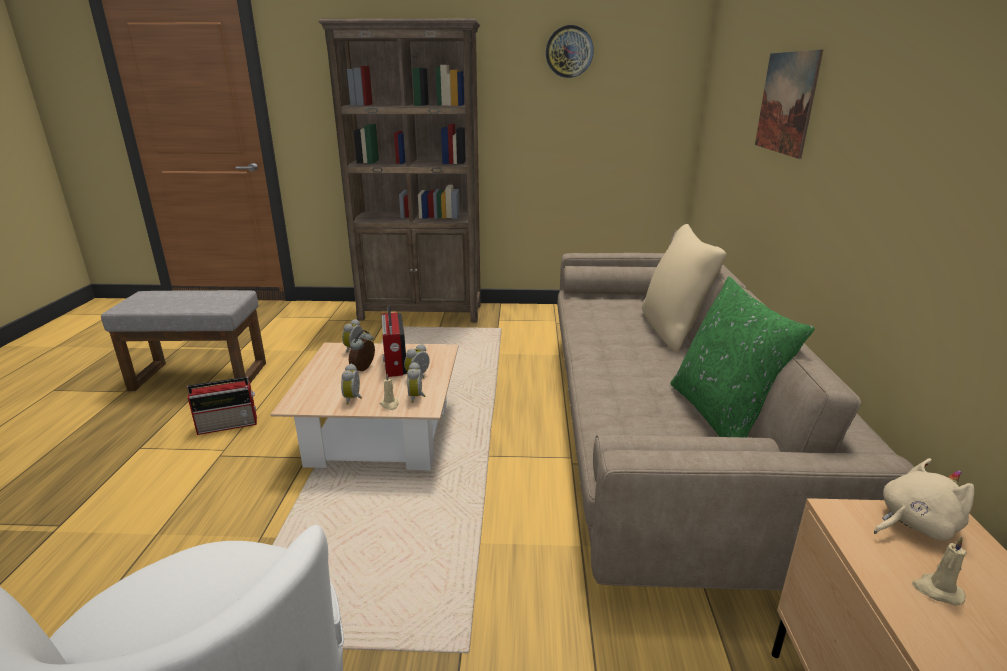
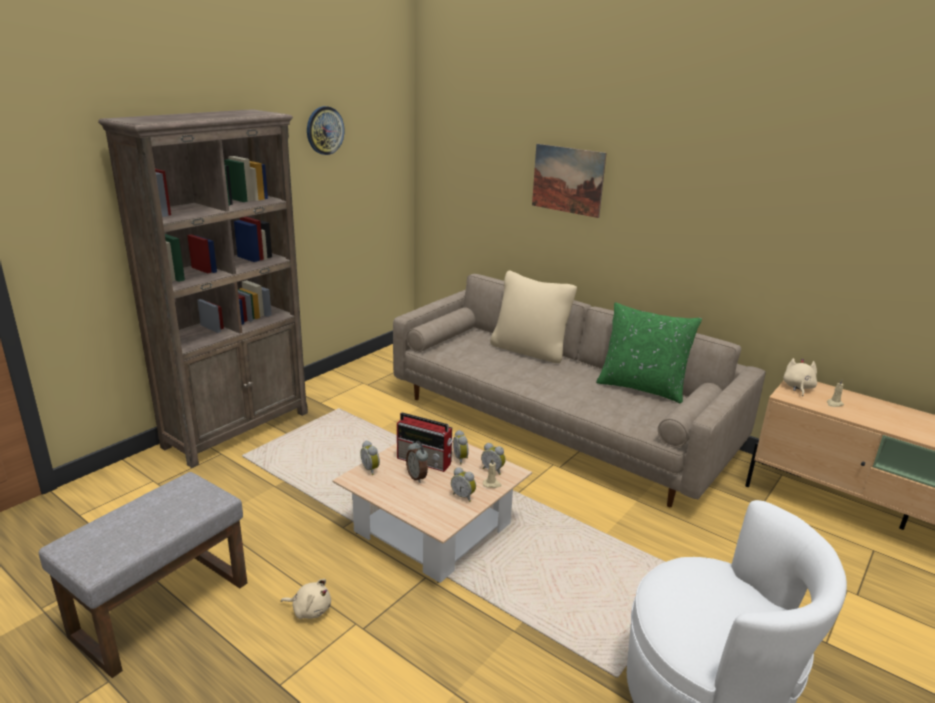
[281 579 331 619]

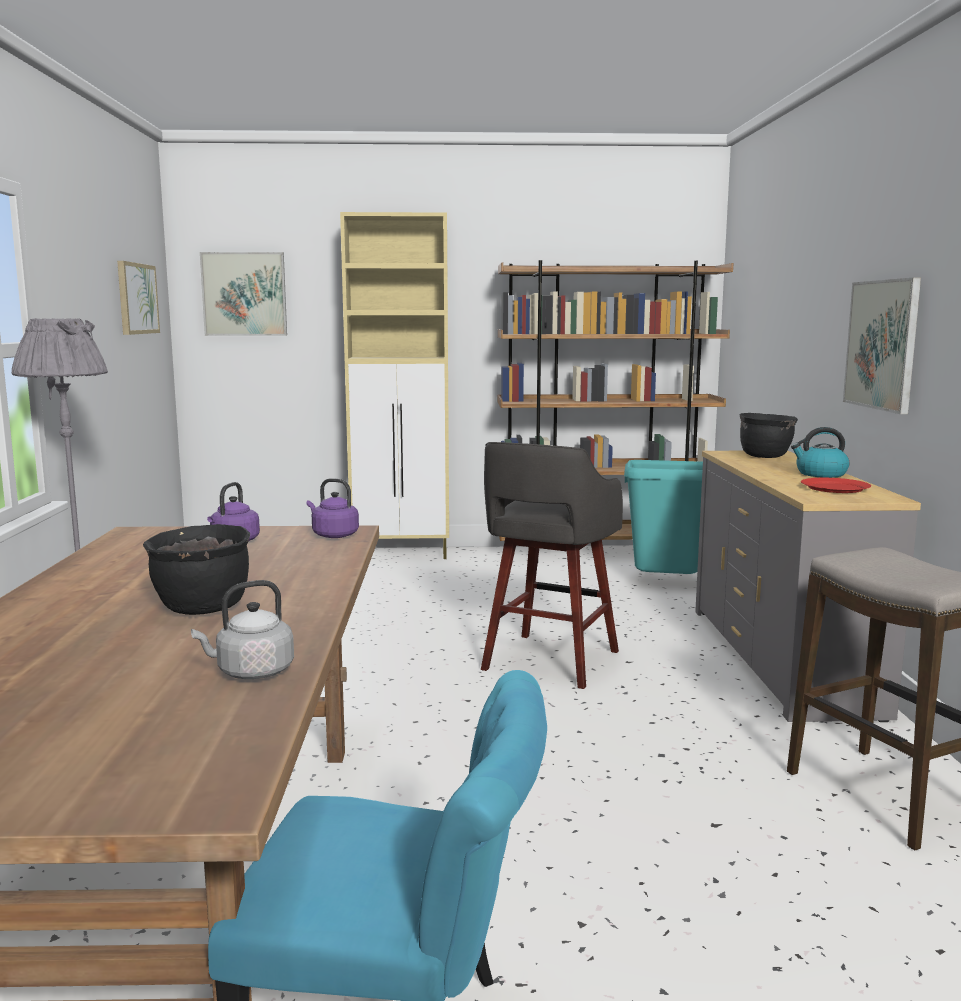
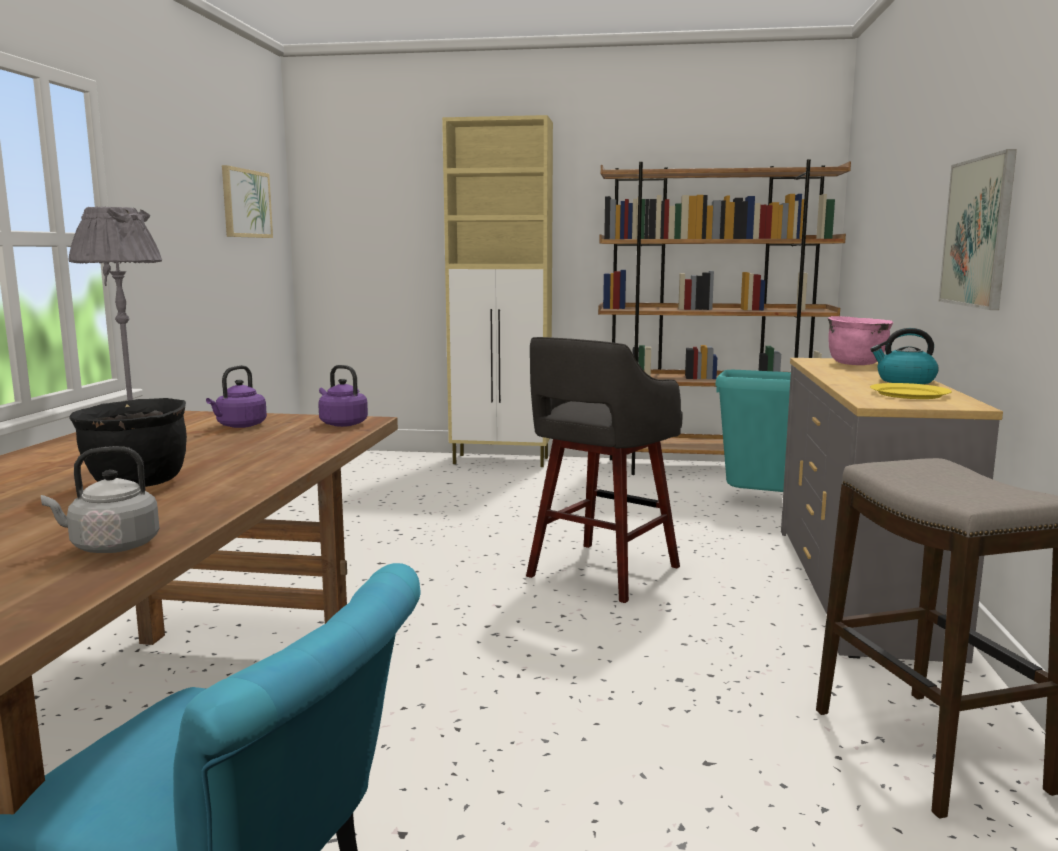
[200 252 287 336] (first image)
[828 316 893 365]
[870 383 952 399]

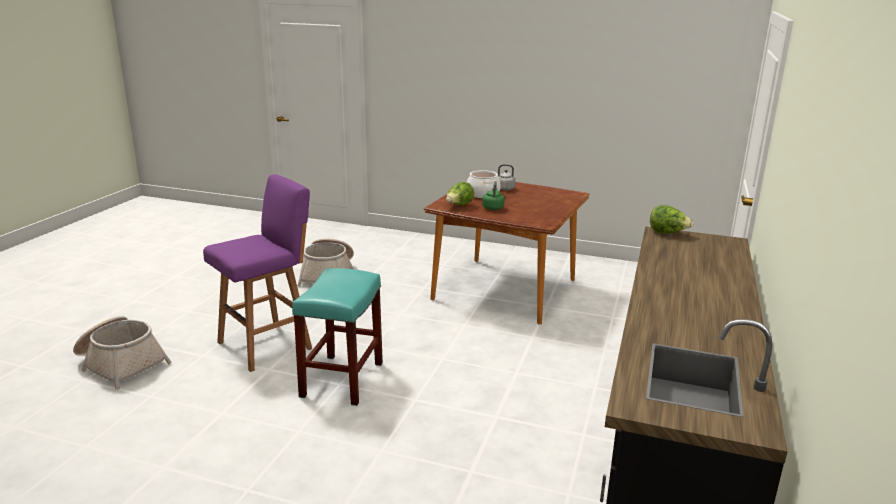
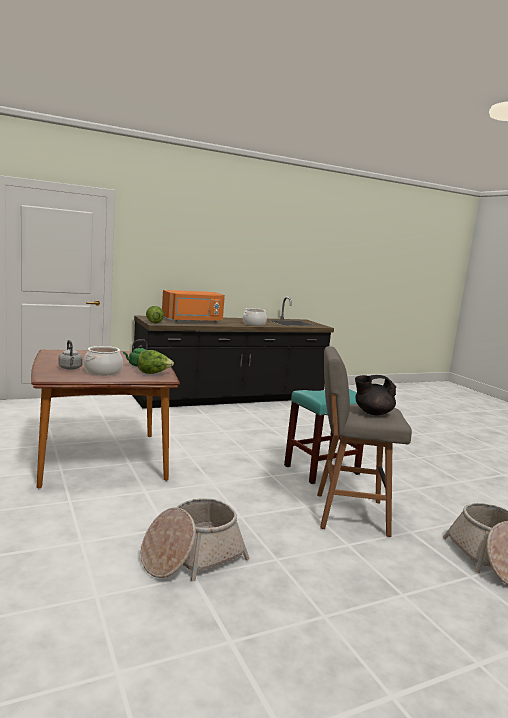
[162 290 225 323]
[242 308 267 326]
[355 375 396 415]
[317 346 412 537]

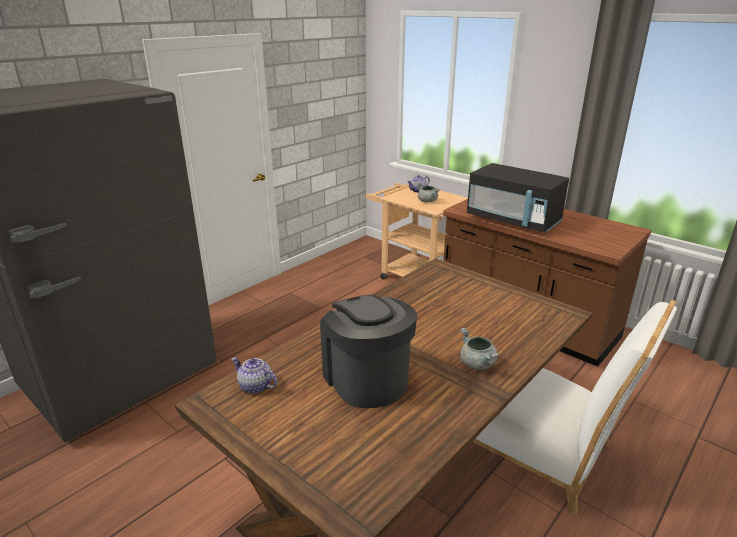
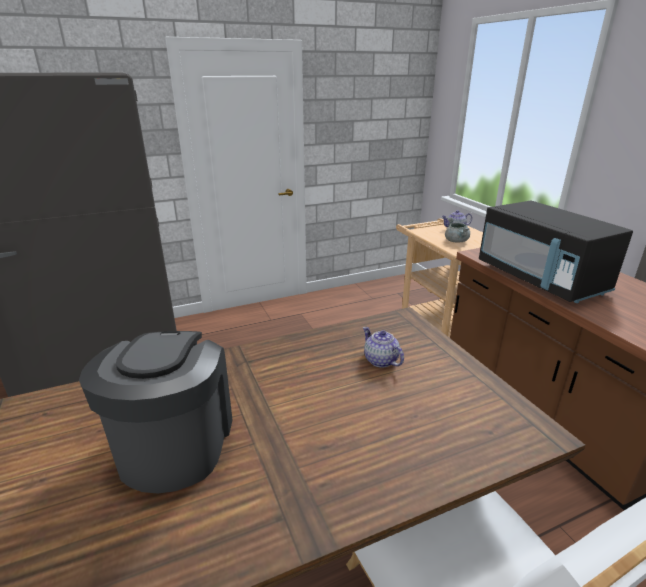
[460 328 500 370] (first image)
[363 327 404 368]

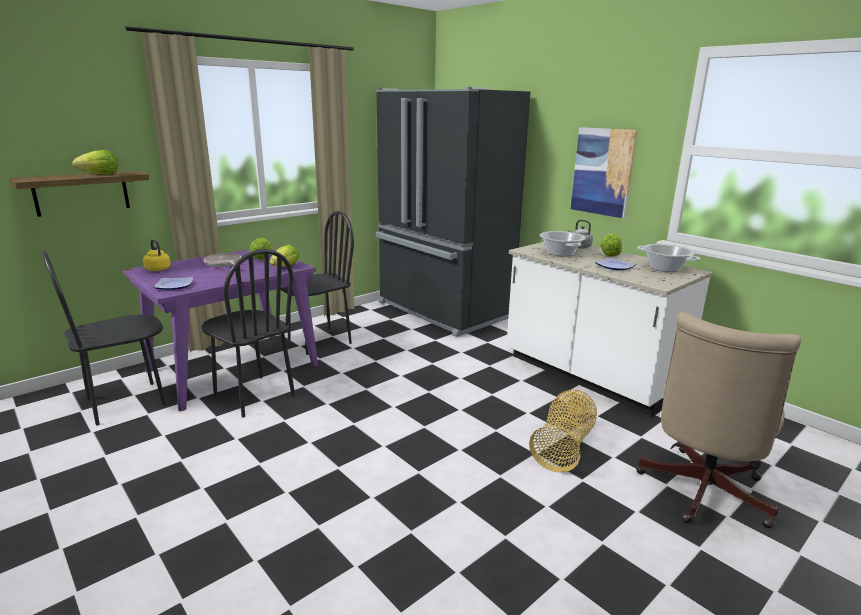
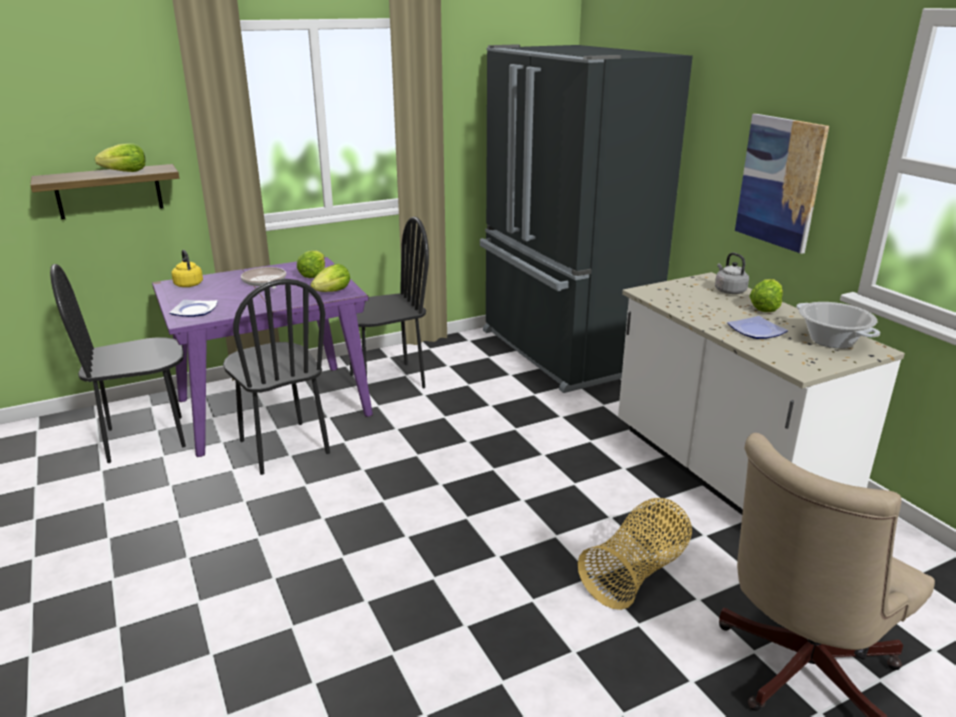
[540 231 586 256] (first image)

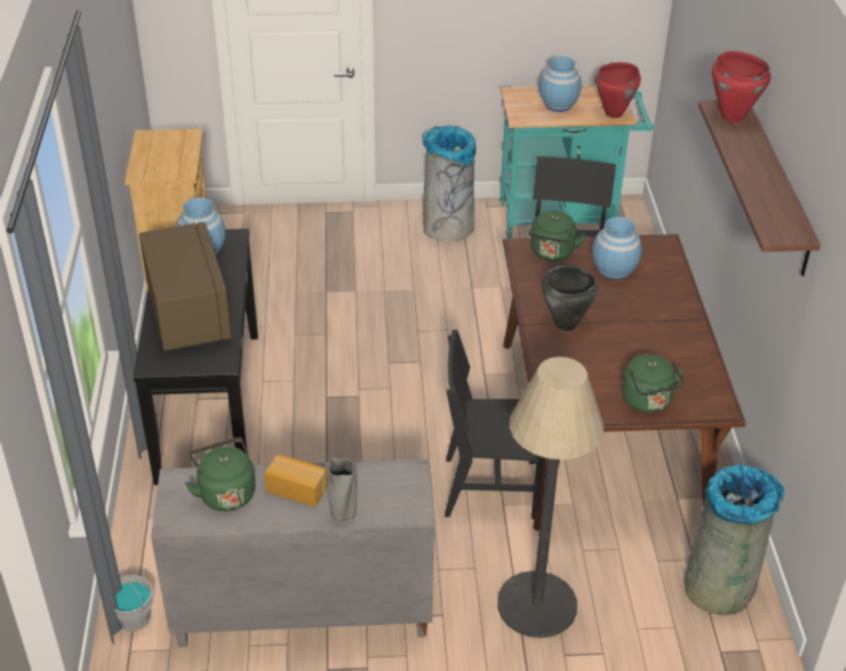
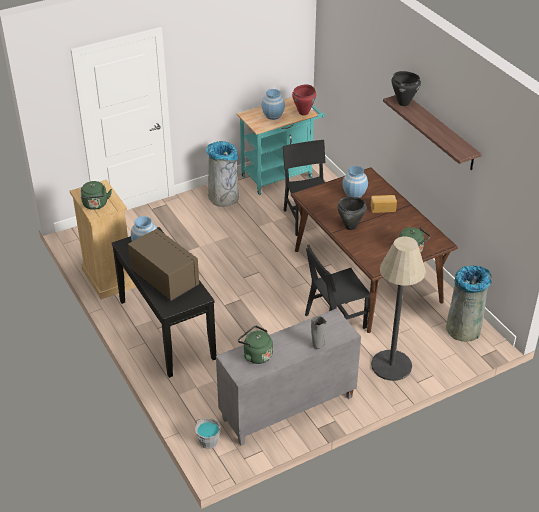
[371 195 397 213]
[81 181 112 210]
[392 71 421 106]

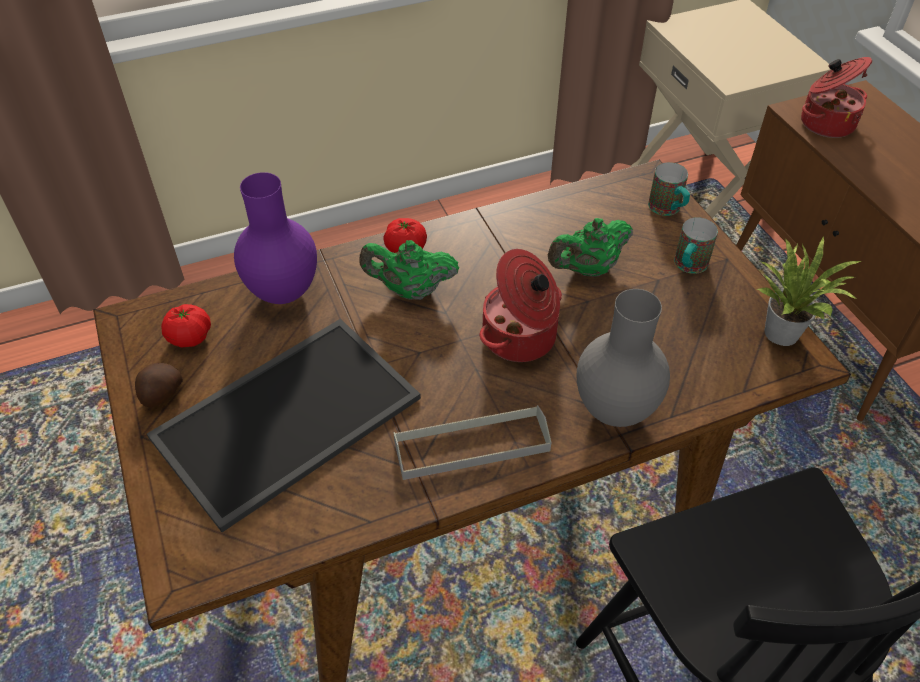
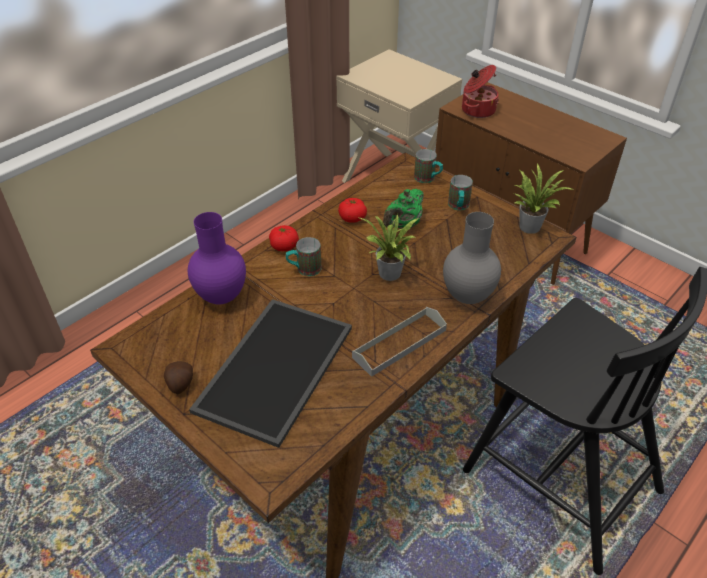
[338 198 367 223]
[286 237 322 276]
[360 213 419 281]

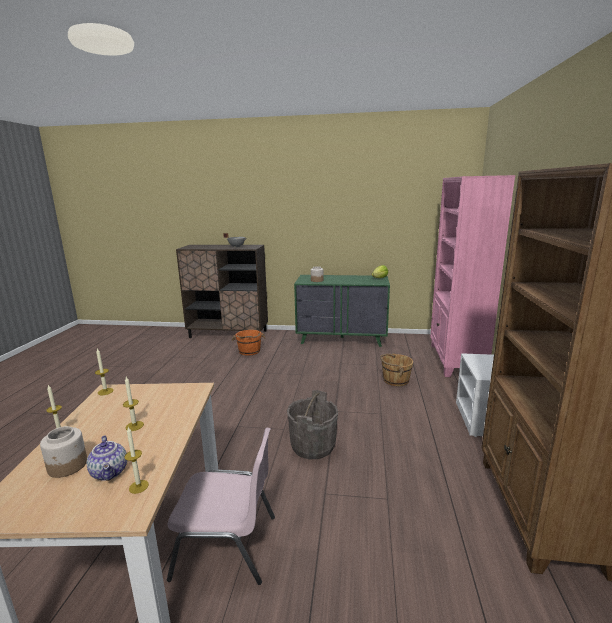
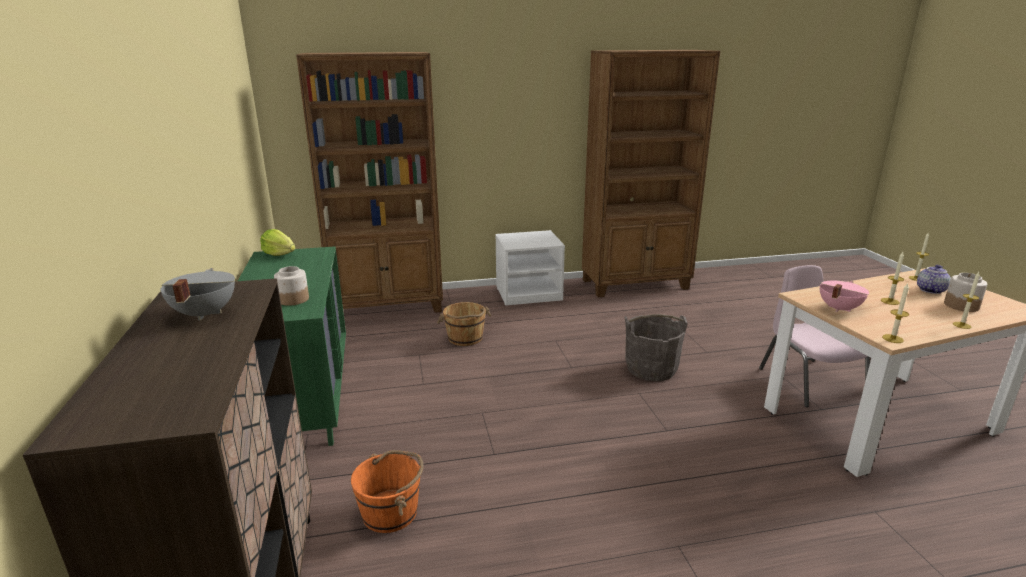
[820 280 869 312]
[296 52 443 313]

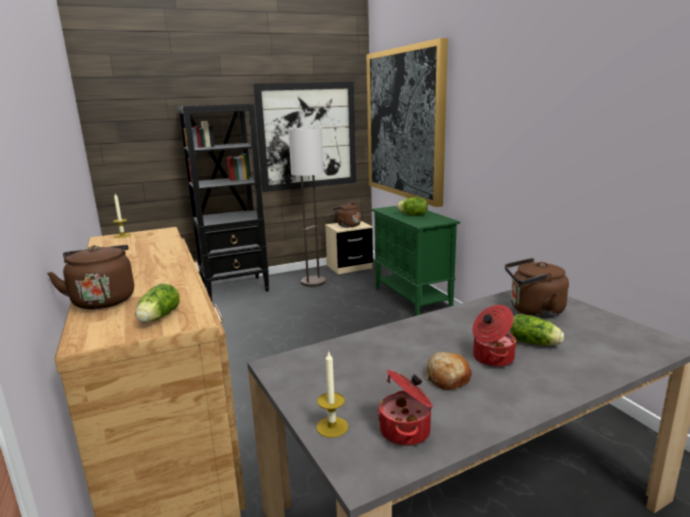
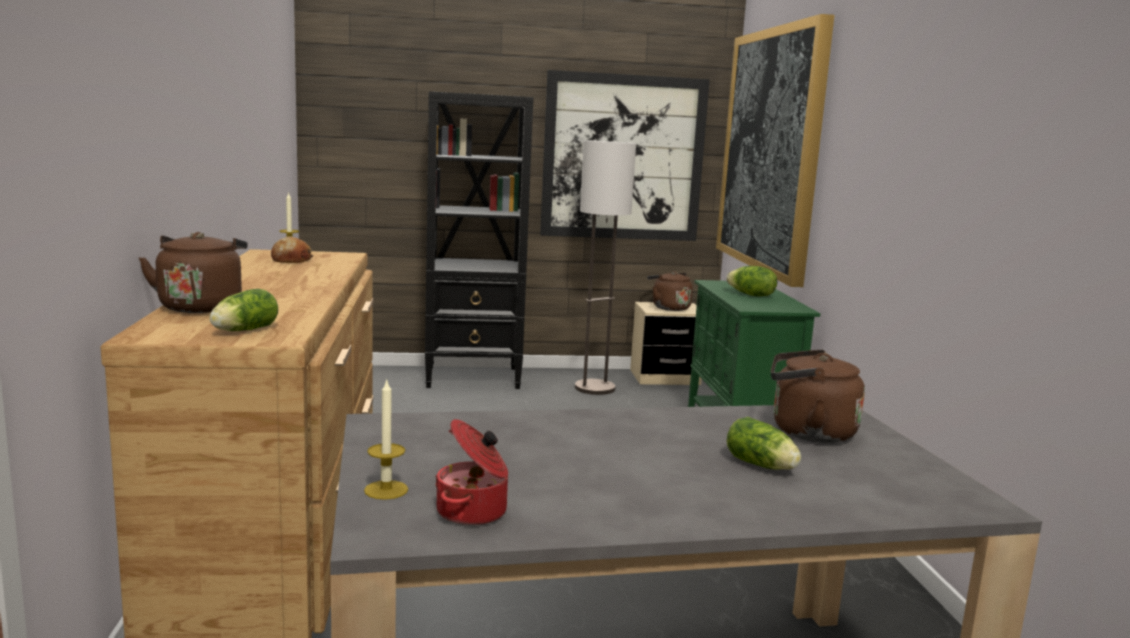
[472 305 517 367] (first image)
[271 236 313 263]

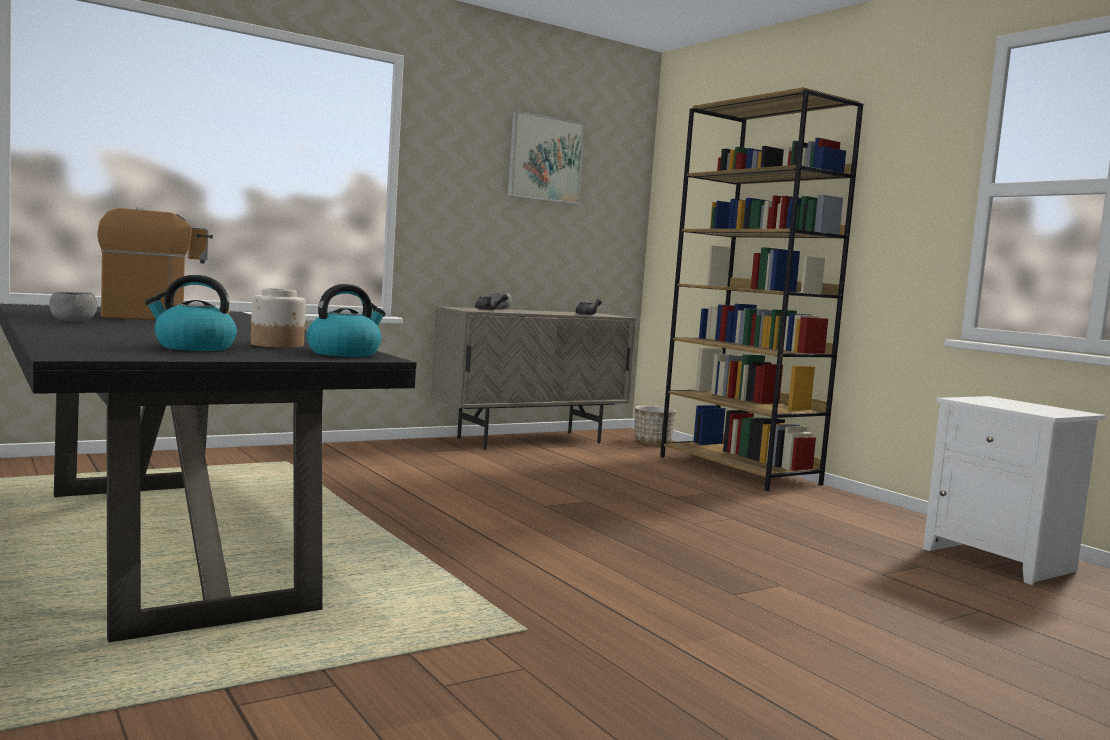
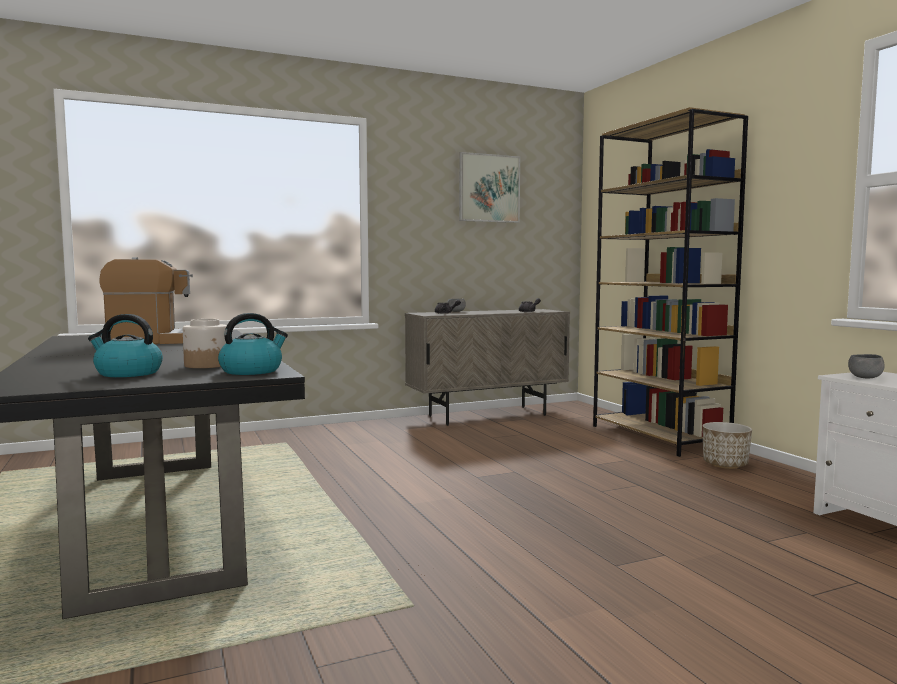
[848 354 885 378]
[702 422 752 469]

